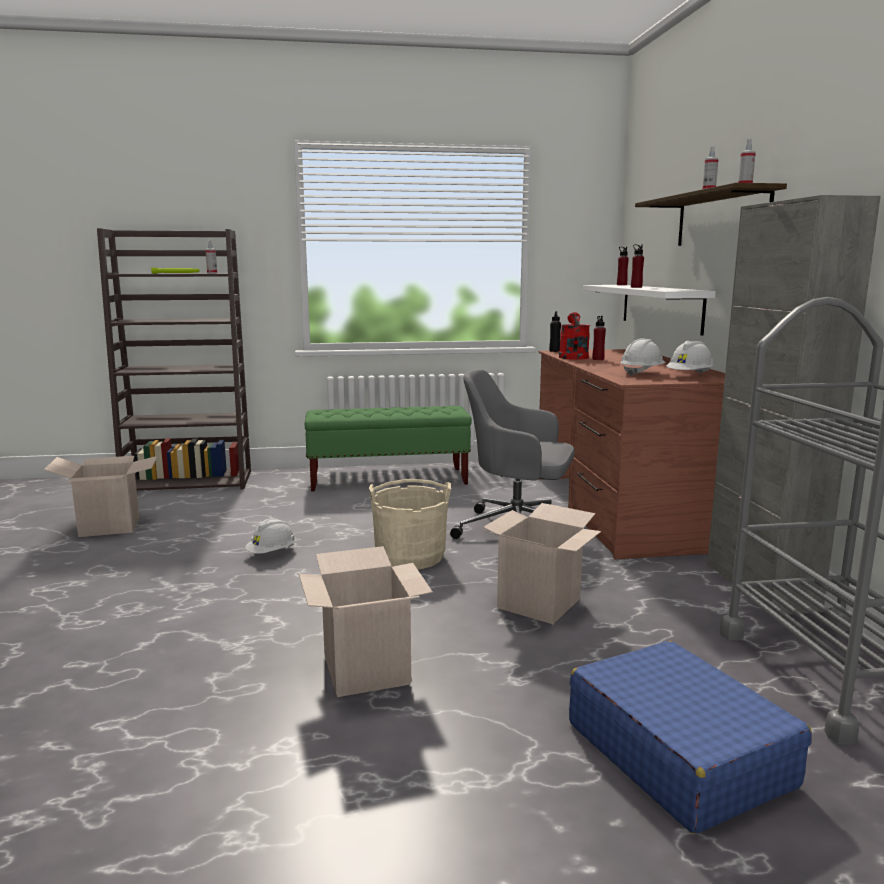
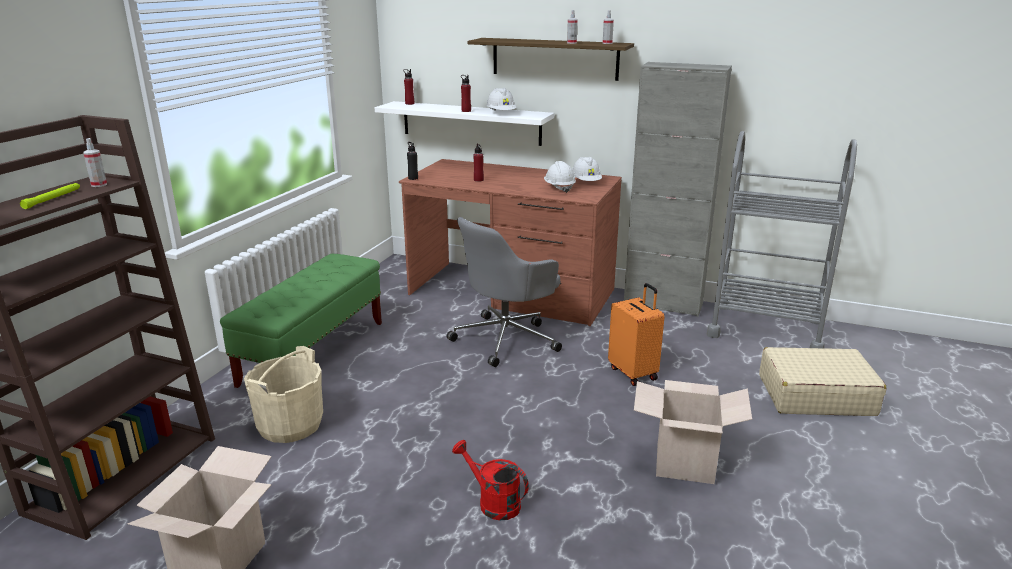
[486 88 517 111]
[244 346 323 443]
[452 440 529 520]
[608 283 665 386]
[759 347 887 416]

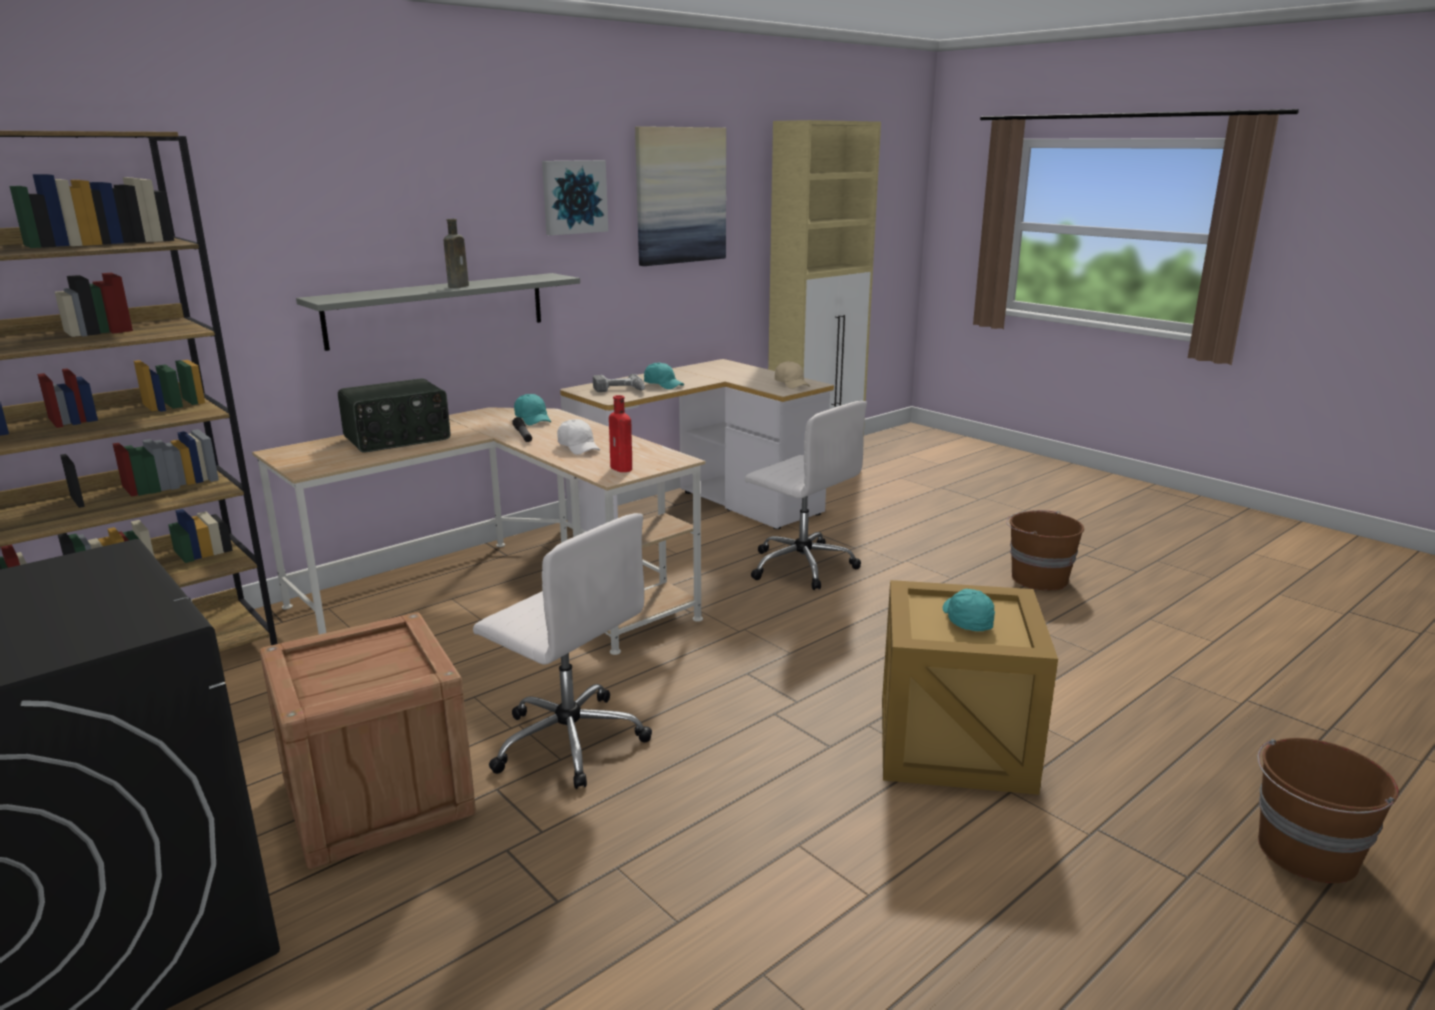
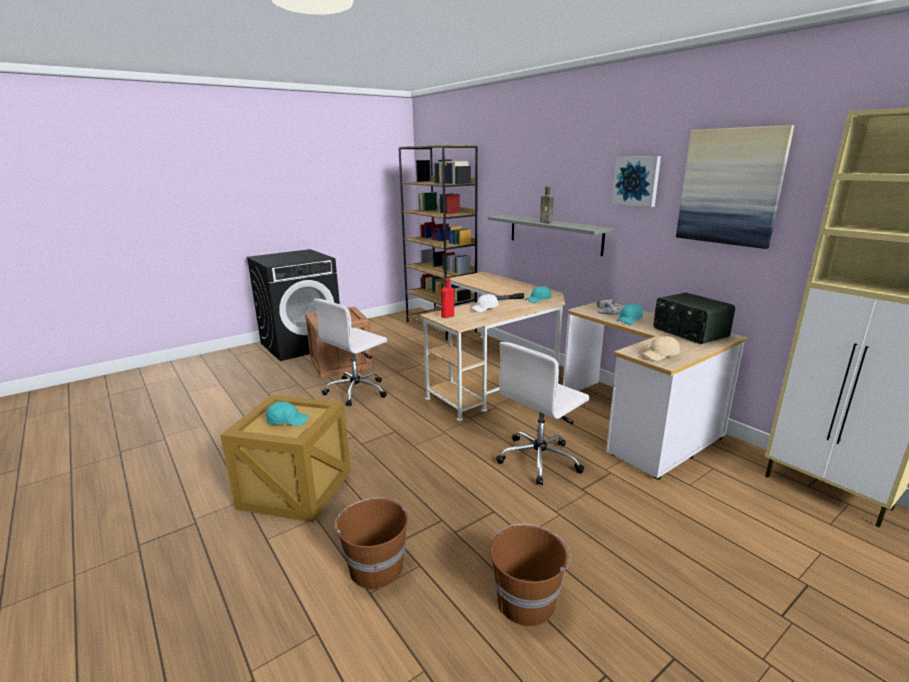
[653 292 735 344]
[335 498 408 590]

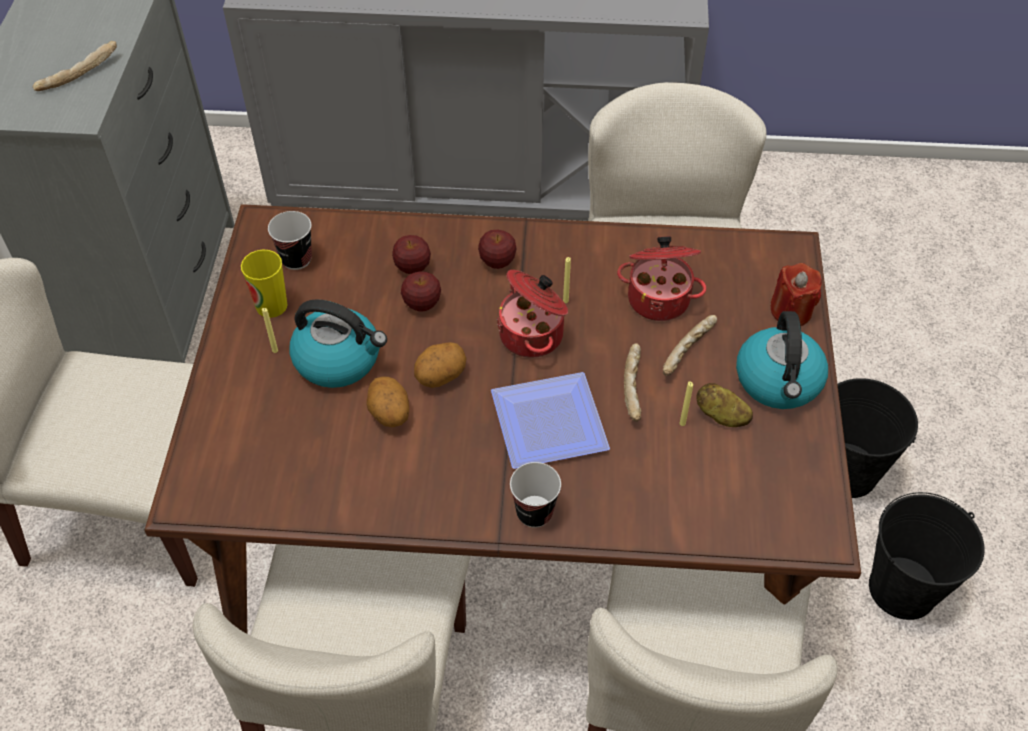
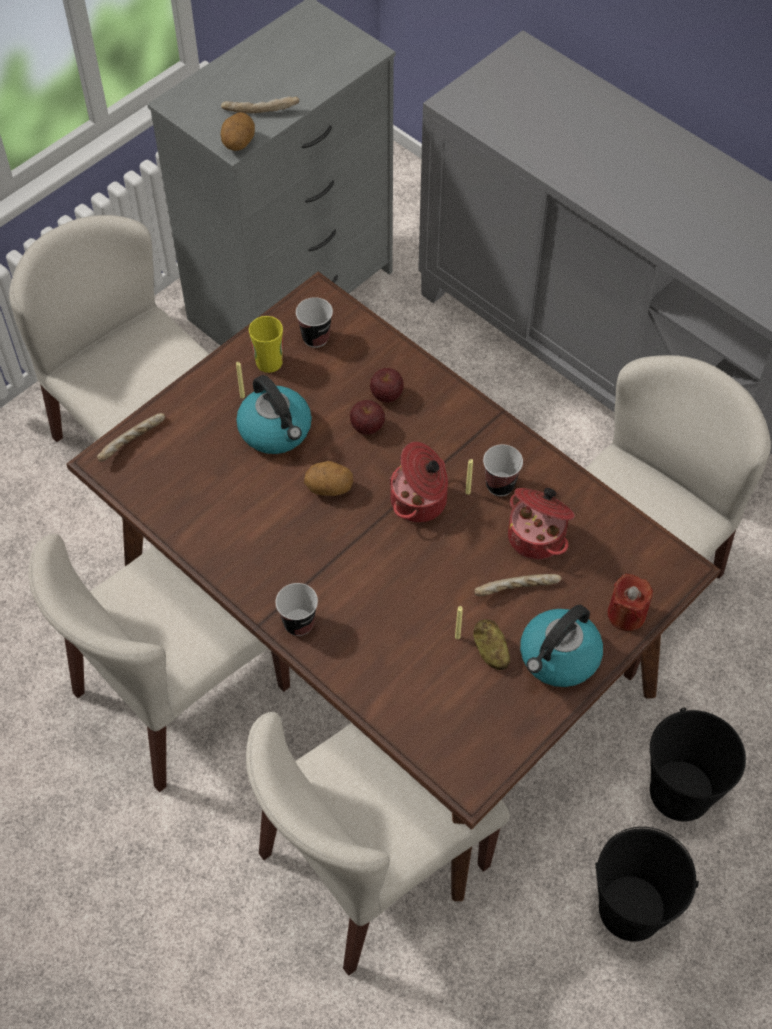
[478 230 516 269] (first image)
[491 372 610 469] (first image)
[483 444 523 496]
[221 112 255 151]
[97 413 166 462]

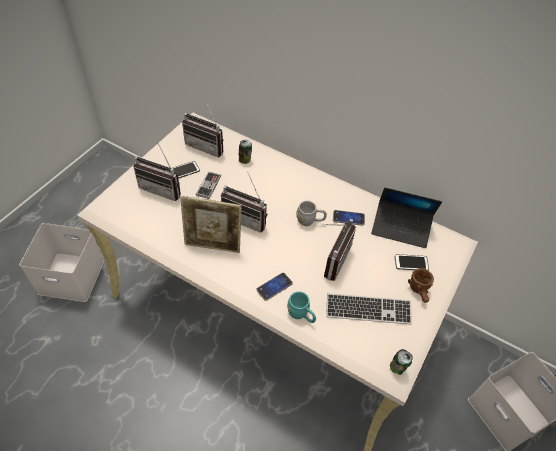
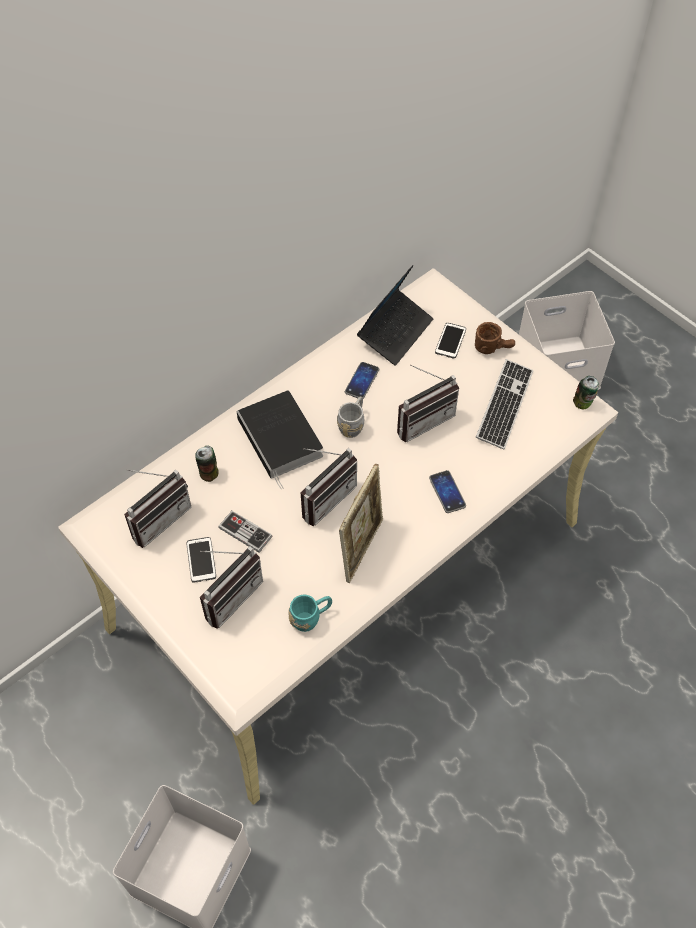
[237 390 323 489]
[288 595 332 632]
[397 365 459 442]

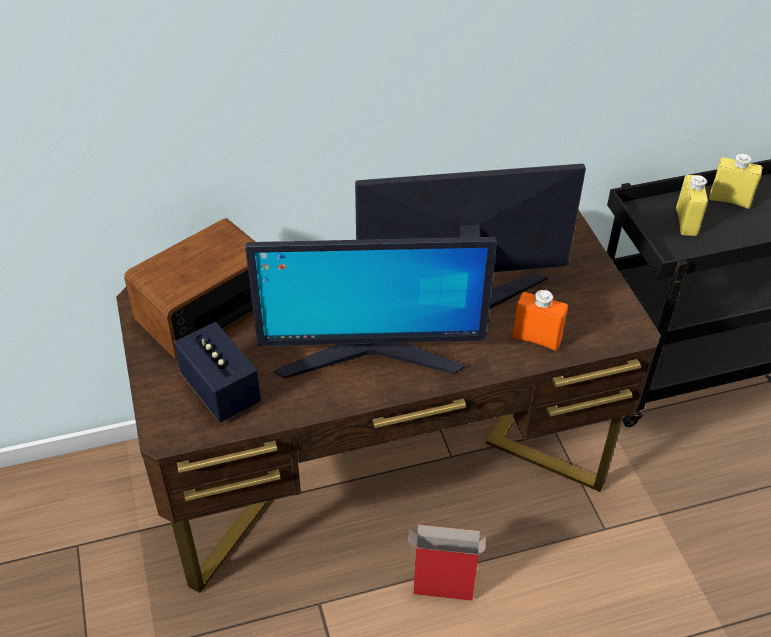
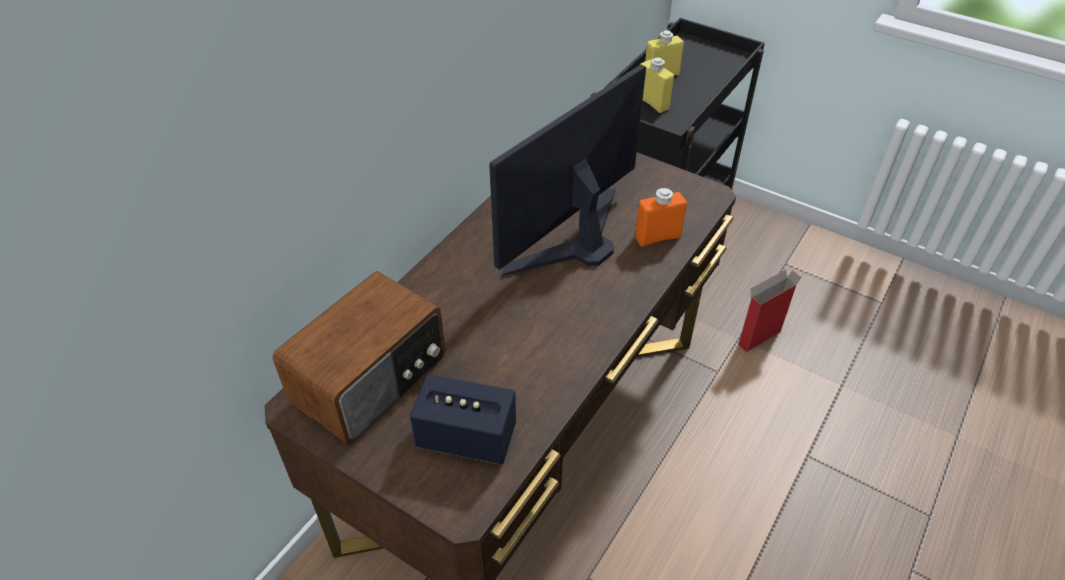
[245 237 497 378] (first image)
[738 269 801 352]
[273 271 446 445]

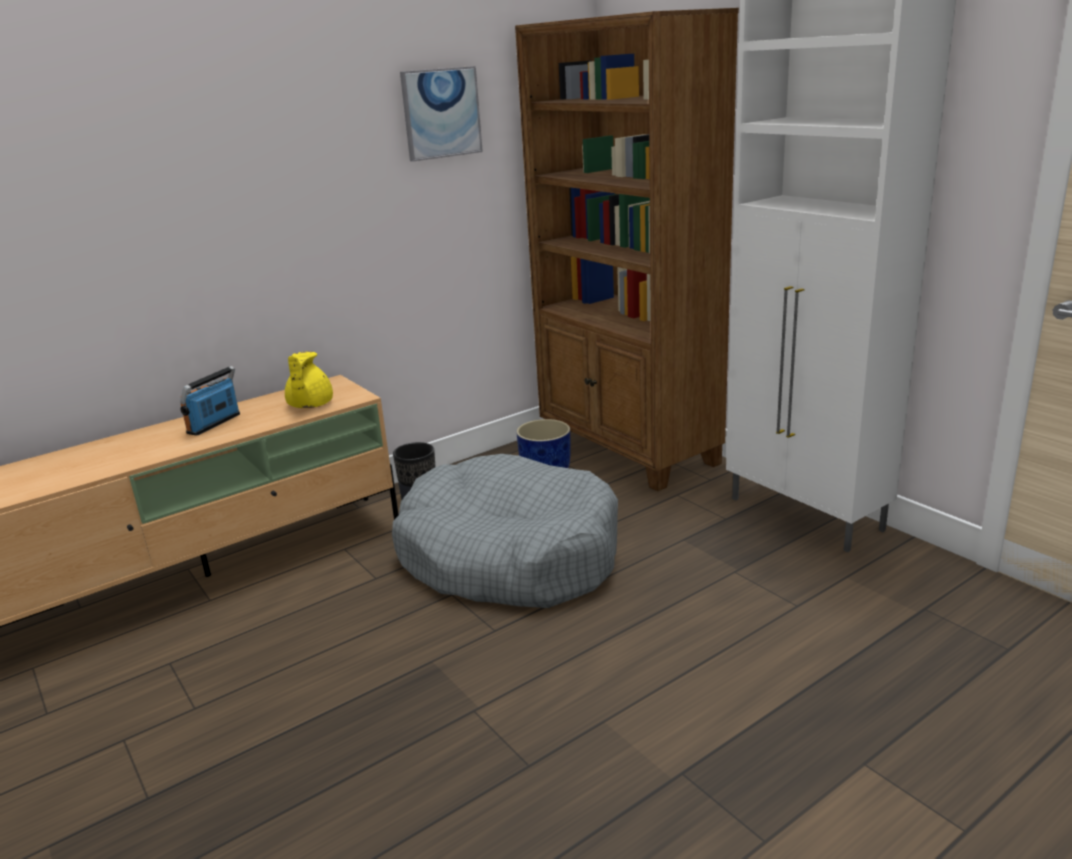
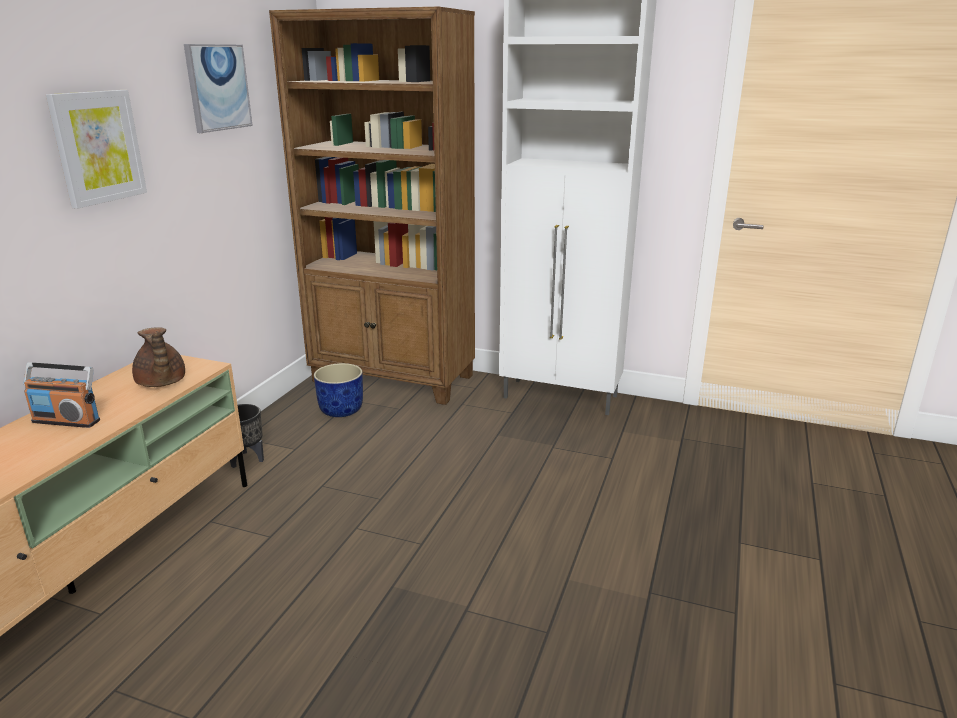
[392 454 618 608] (first image)
[46 90 147 209]
[132 327 185 387]
[23 362 100 428]

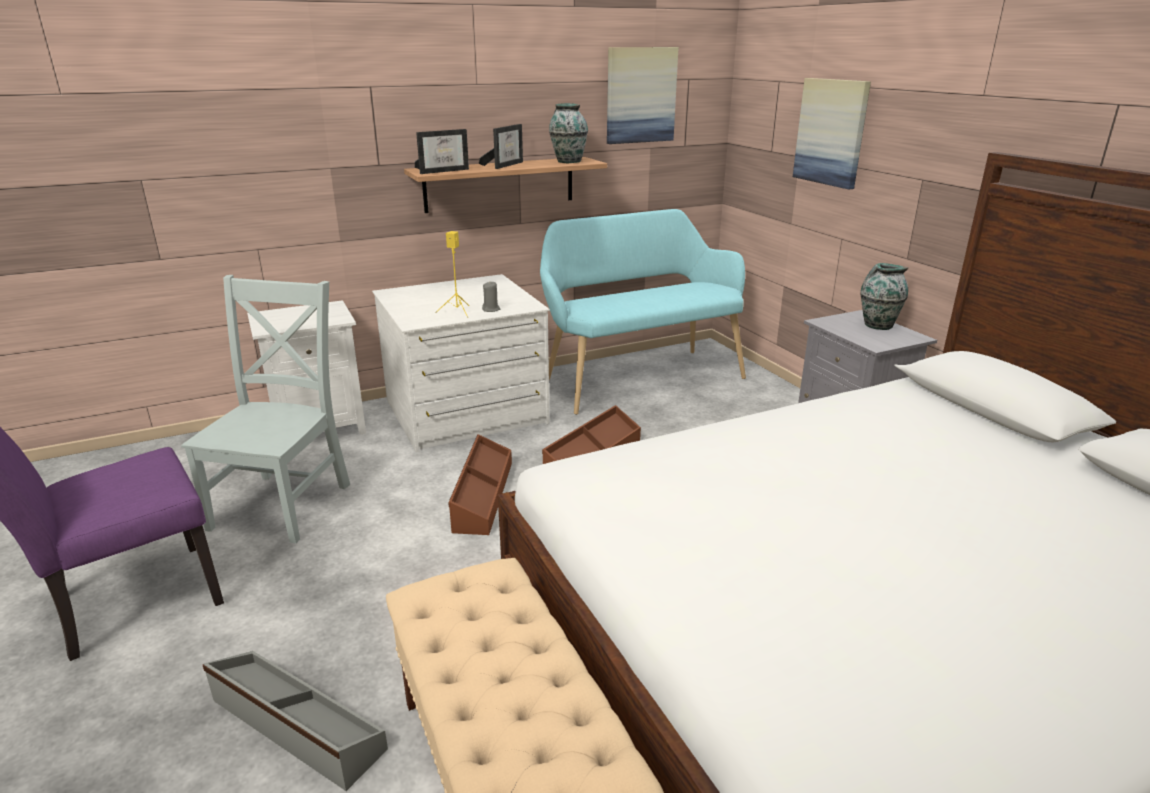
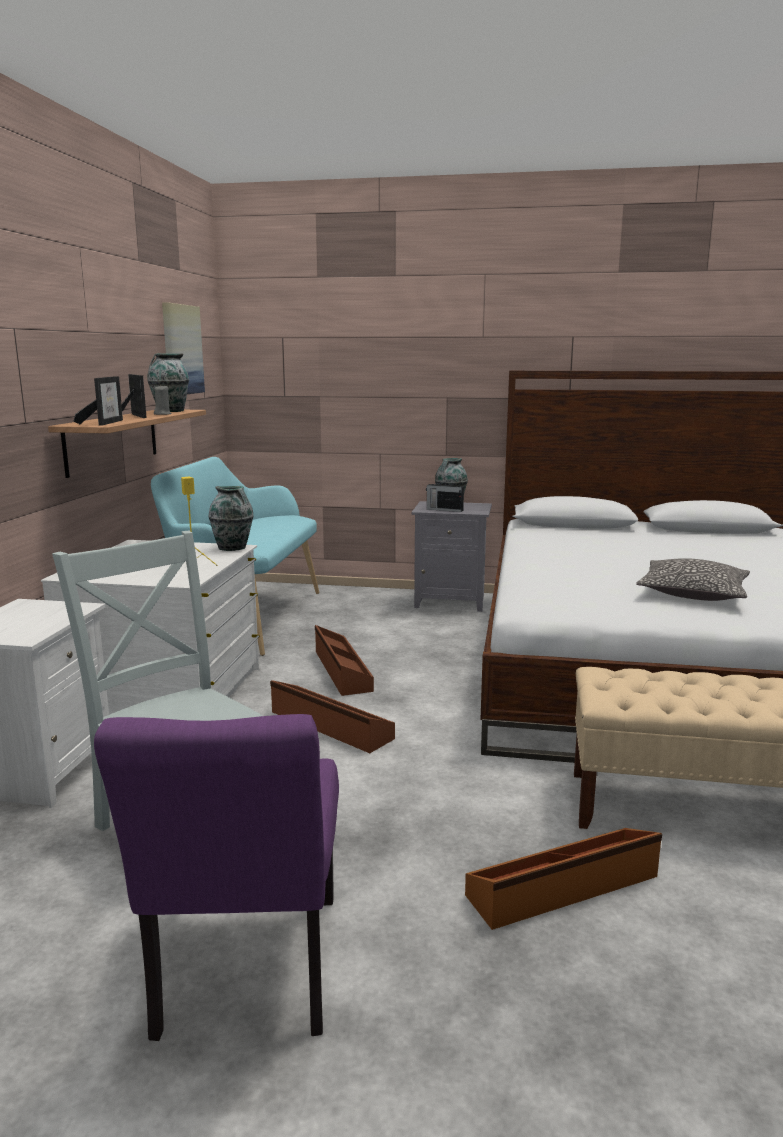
[793 78 871 190] (first image)
[208 486 253 551]
[426 480 464 512]
[636 558 750 601]
[154 384 172 415]
[465 828 662 930]

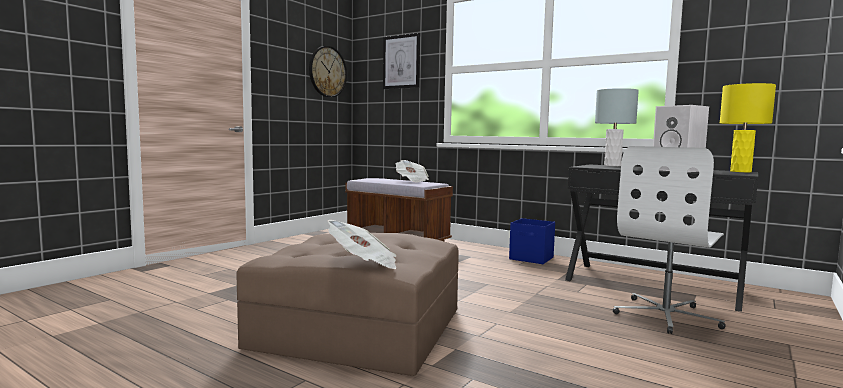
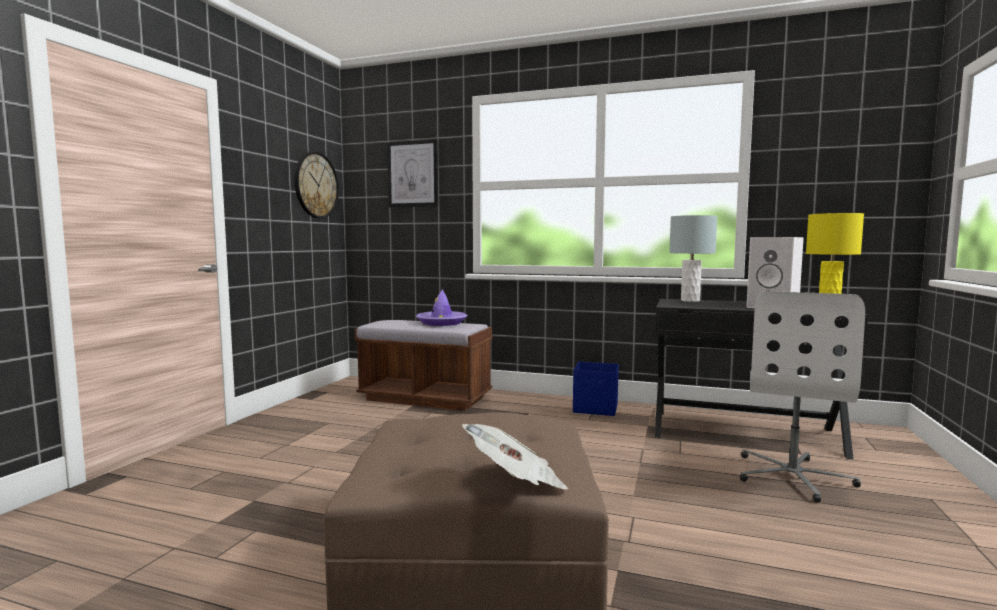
[416 289 468 326]

